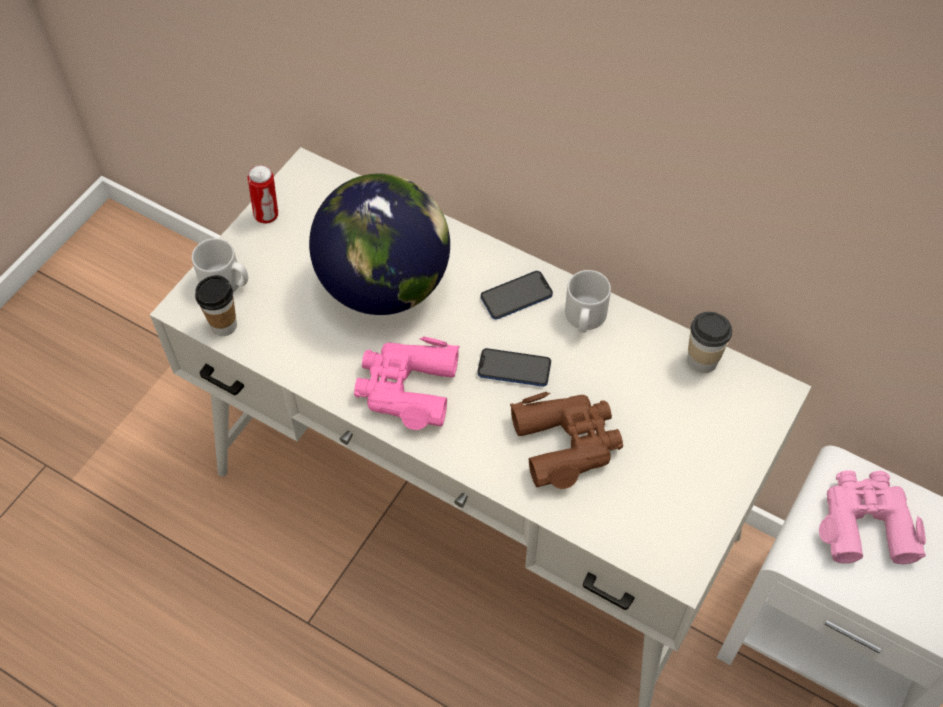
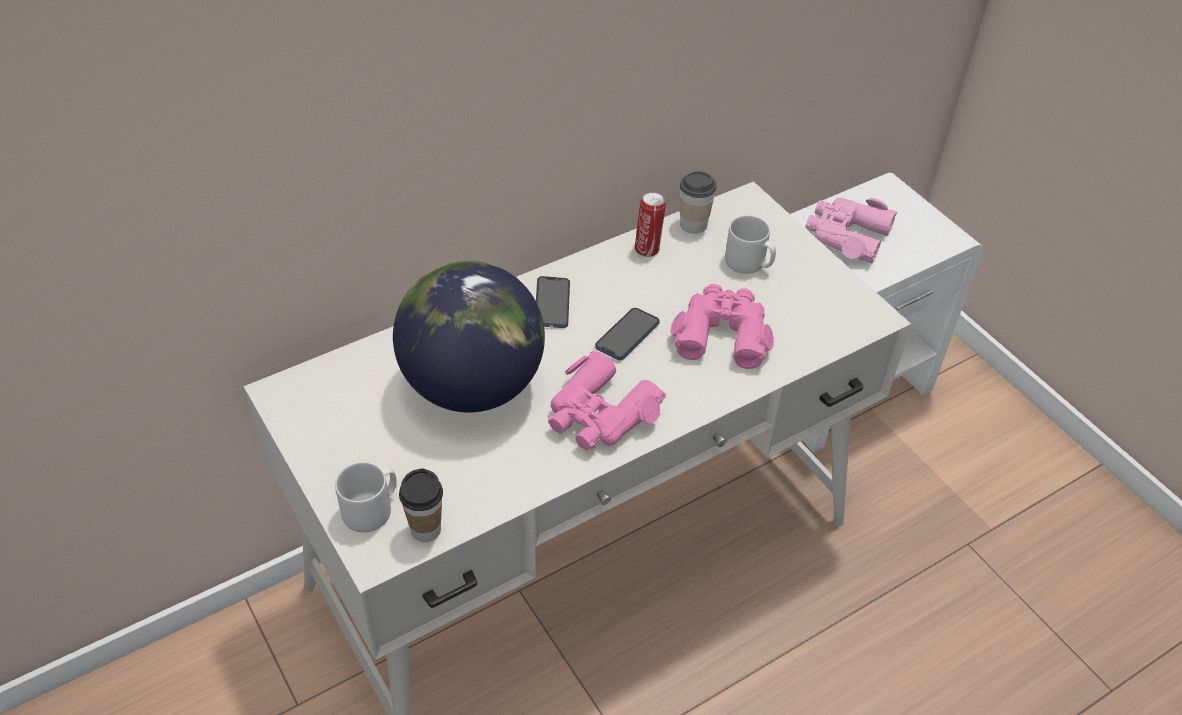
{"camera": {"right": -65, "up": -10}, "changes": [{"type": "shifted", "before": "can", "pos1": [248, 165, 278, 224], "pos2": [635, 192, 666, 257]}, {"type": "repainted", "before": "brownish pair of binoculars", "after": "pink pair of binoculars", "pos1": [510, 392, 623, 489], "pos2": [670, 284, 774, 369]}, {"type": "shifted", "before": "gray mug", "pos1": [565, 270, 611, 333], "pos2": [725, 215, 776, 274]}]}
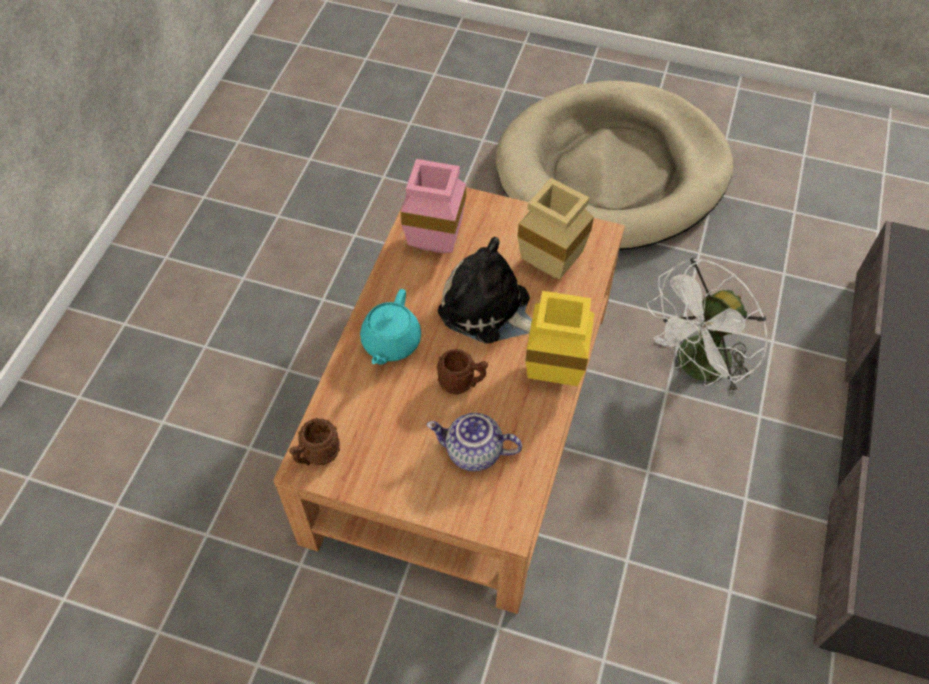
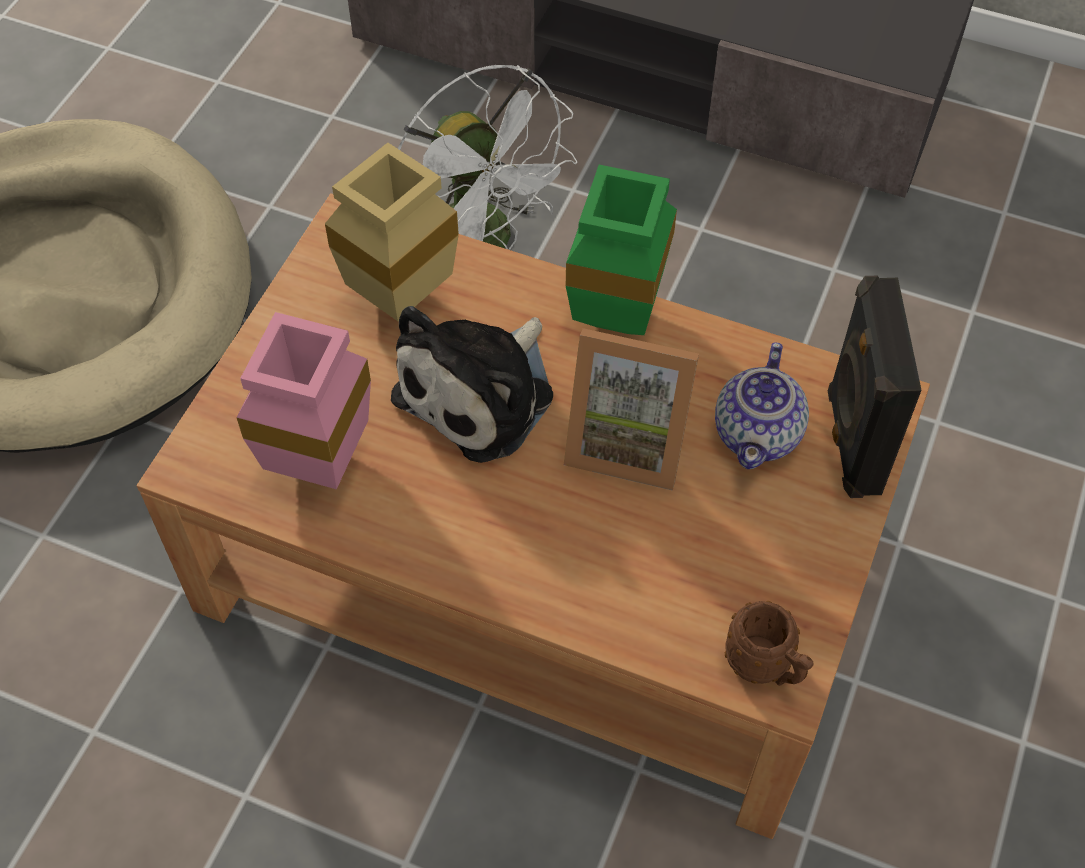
{"camera": {"right": -85, "up": 0}, "changes": [{"type": "swapped", "before": "brownish mug", "after": "photo frame", "pos1": [437, 349, 488, 394], "pos2": [564, 328, 699, 491]}, {"type": "repainted", "before": "yellowish vase", "after": "green vase", "pos1": [525, 291, 594, 386], "pos2": [566, 165, 677, 335]}, {"type": "new", "after": "black audio speaker", "pos2": [828, 276, 921, 498]}, {"type": "gone", "before": "blue-green teapot", "pos1": [360, 289, 421, 365]}]}
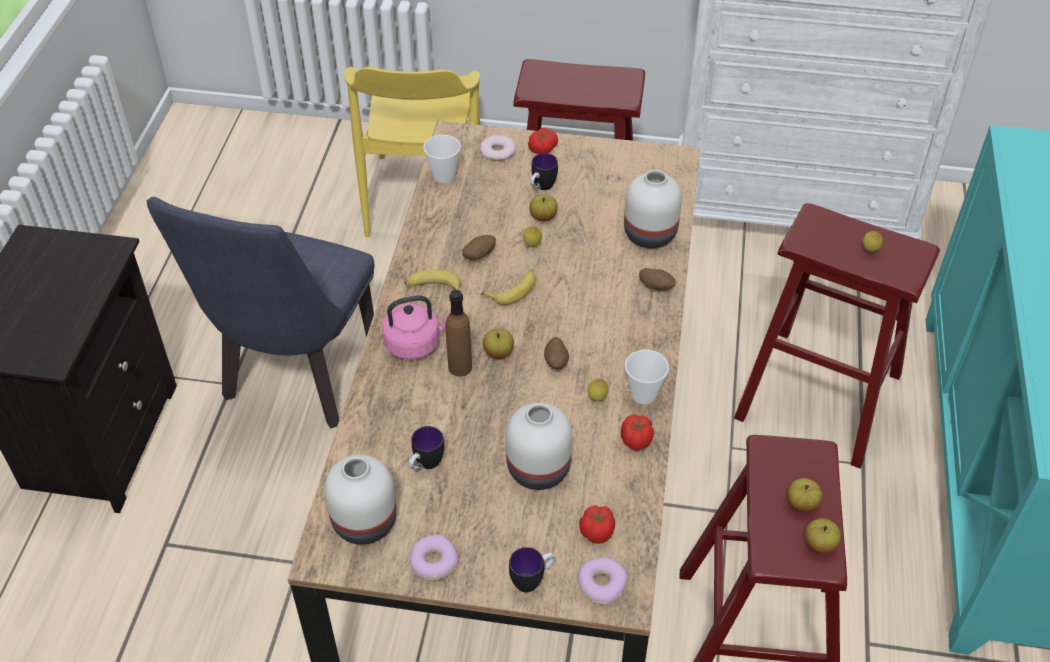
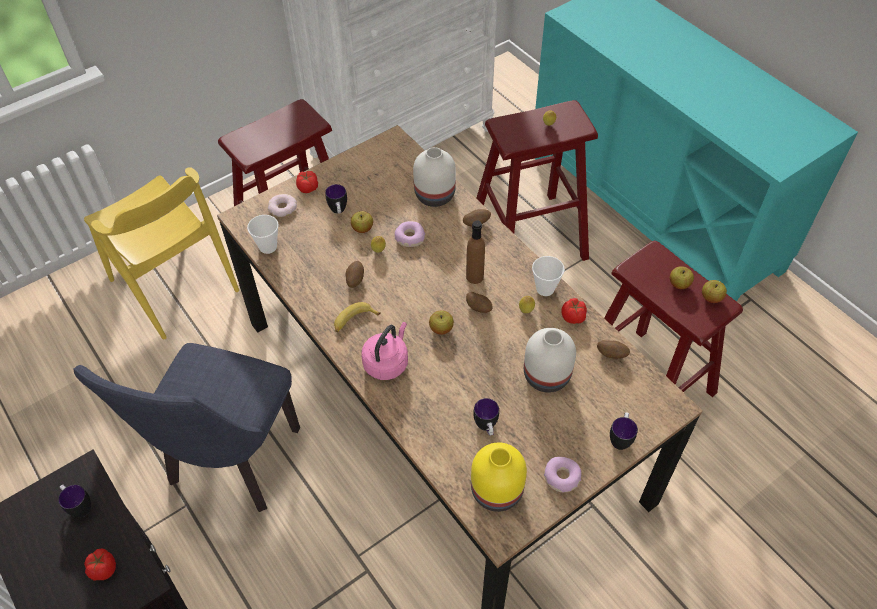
{"camera": {"right": -45, "up": 5}, "changes": [{"type": "new", "after": "mug", "pos2": [58, 484, 91, 517]}, {"type": "rotated", "before": "bluish chair", "pos1": [147, 197, 374, 428], "pos2": [73, 343, 300, 512], "turn": 45}, {"type": "shifted", "before": "whole tomato", "pos1": [579, 505, 615, 544], "pos2": [84, 549, 116, 580]}, {"type": "shifted", "before": "doughnut", "pos1": [577, 558, 627, 604], "pos2": [395, 221, 425, 247]}, {"type": "shifted", "before": "brownish beverage bottle", "pos1": [446, 290, 472, 377], "pos2": [466, 220, 485, 284]}, {"type": "repainted", "before": "white vase", "after": "yellowish vase", "pos1": [324, 455, 397, 545], "pos2": [471, 443, 527, 512]}, {"type": "new", "after": "potato", "pos2": [597, 340, 630, 359]}, {"type": "gone", "before": "whole banana", "pos1": [481, 269, 536, 305]}]}
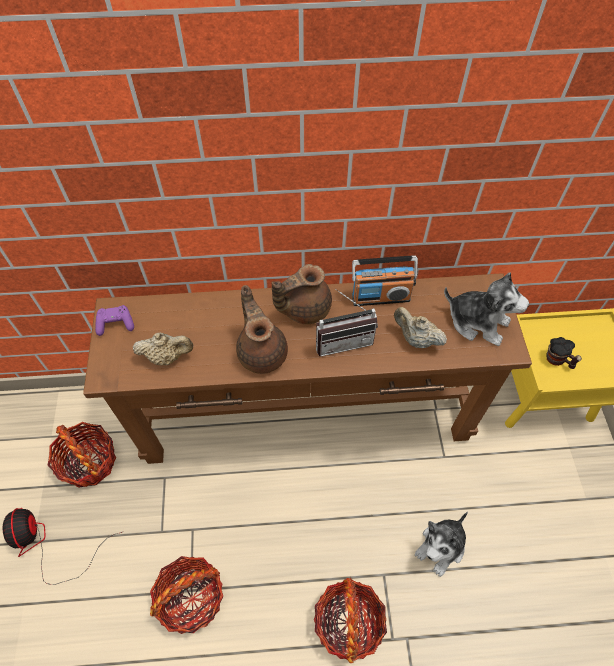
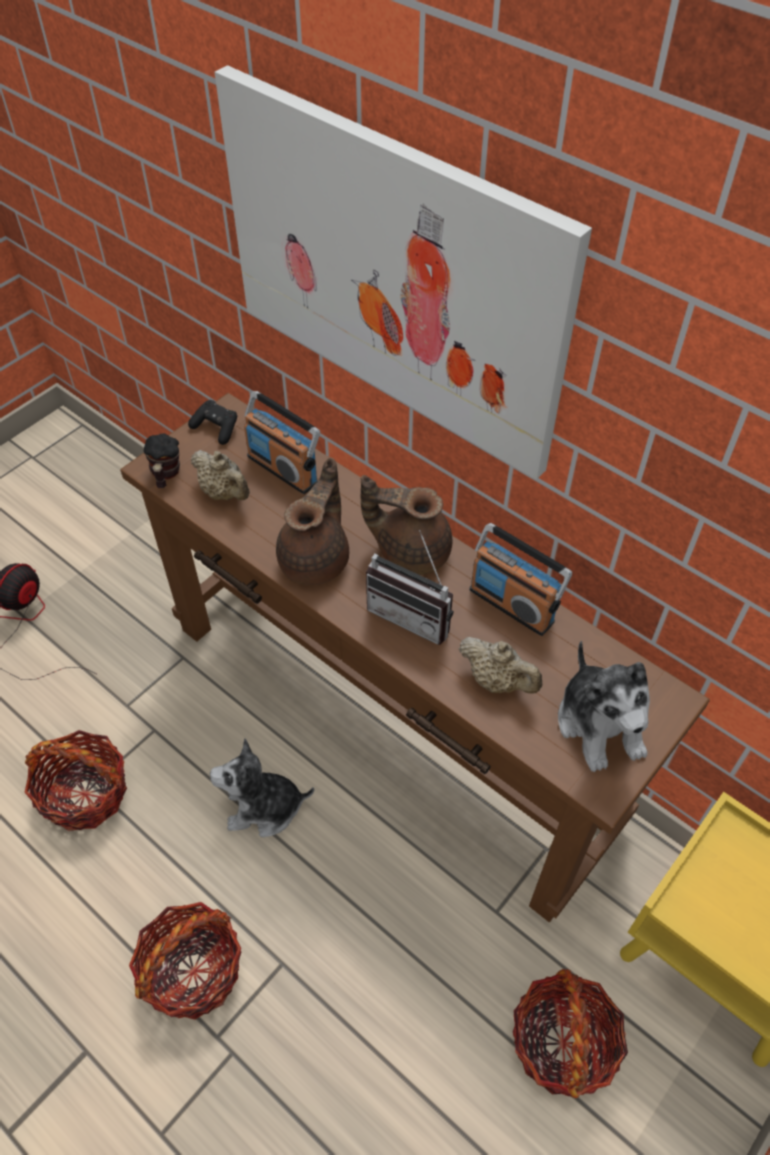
{"camera": {"right": 45, "up": -5}, "changes": [{"type": "shifted", "before": "mug", "pos1": [546, 337, 582, 369], "pos2": [144, 433, 180, 488]}, {"type": "repainted", "before": "purplish game controller", "after": "black game controller", "pos1": [95, 305, 134, 336], "pos2": [188, 400, 237, 445]}, {"type": "shifted", "before": "cuddly toy", "pos1": [415, 512, 468, 577], "pos2": [210, 739, 314, 837]}, {"type": "new", "after": "wall picture", "pos2": [214, 65, 592, 480]}, {"type": "new", "after": "radio", "pos2": [244, 391, 320, 494]}, {"type": "rotated", "before": "beige teapot", "pos1": [394, 307, 447, 348], "pos2": [459, 637, 542, 694], "turn": 135}, {"type": "shifted", "before": "storage basket", "pos1": [48, 422, 116, 488], "pos2": [513, 969, 628, 1098]}]}
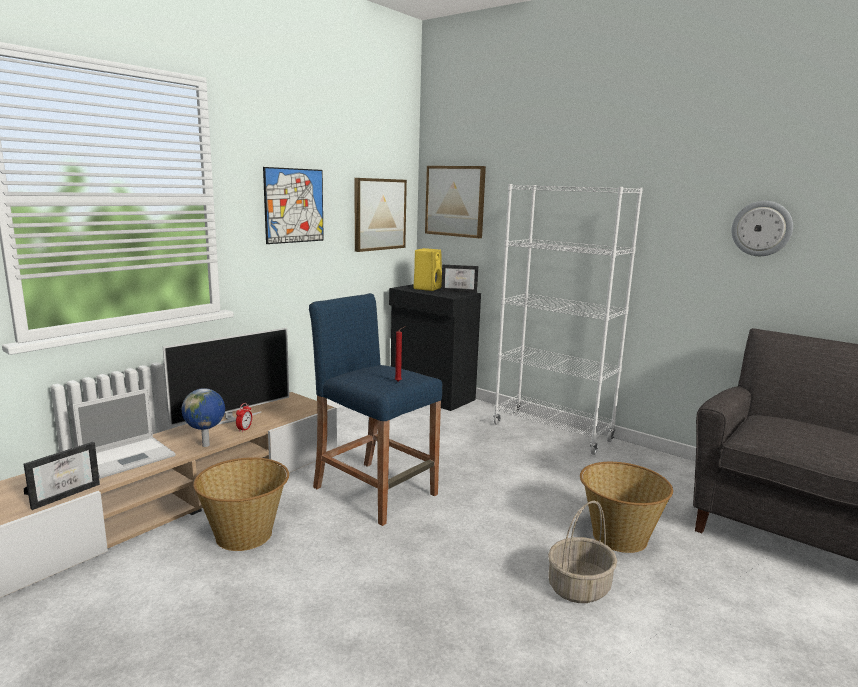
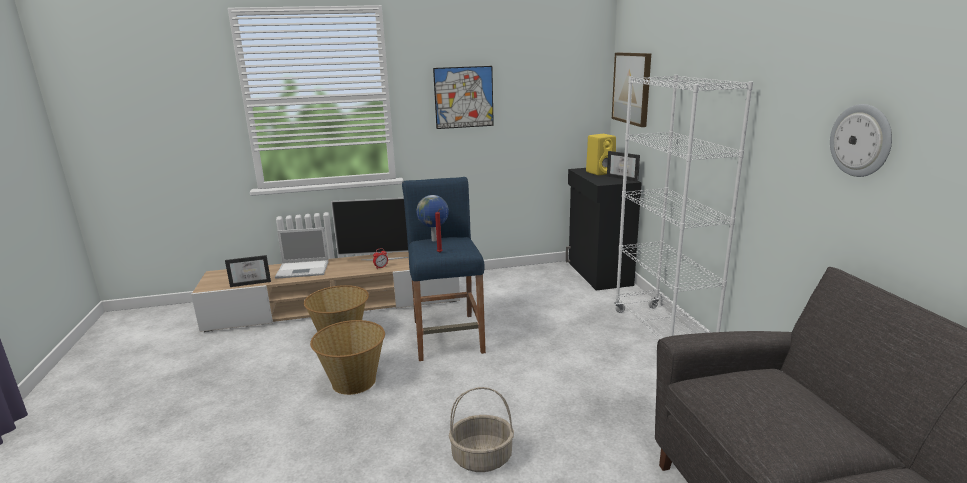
{"camera": {"right": 40, "up": 5}, "changes": [{"type": "shifted", "before": "storage basket", "pos1": [580, 462, 673, 553], "pos2": [310, 320, 385, 395]}, {"type": "shifted", "before": "desk globe", "pos1": [182, 388, 225, 447], "pos2": [416, 195, 449, 241]}, {"type": "gone", "before": "wall picture", "pos1": [355, 178, 407, 252]}]}
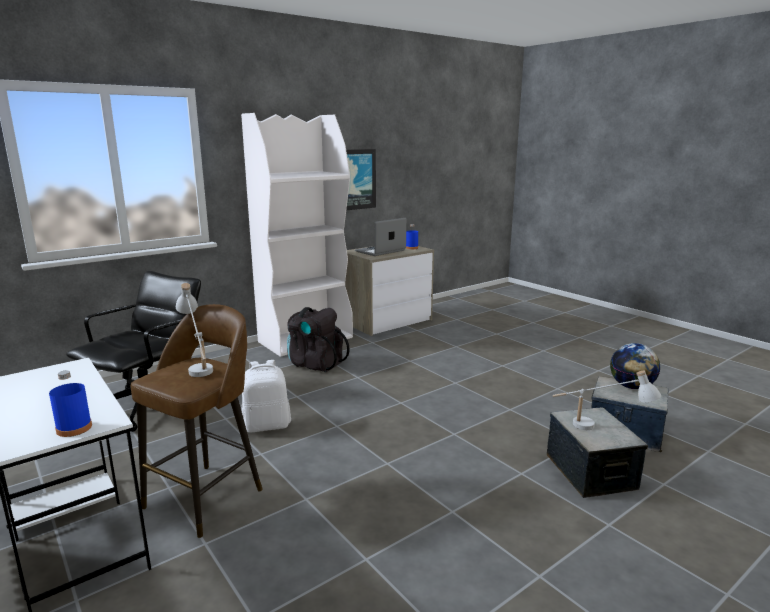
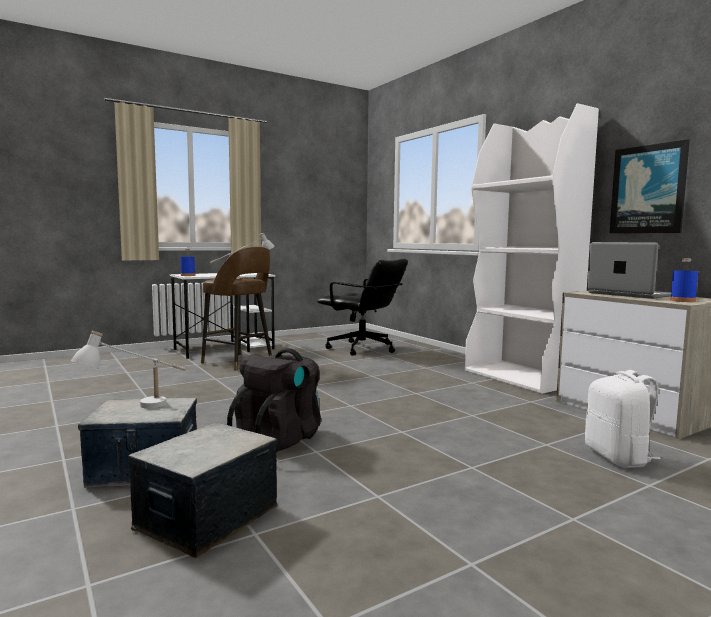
{"camera": {"right": 95, "up": -10}, "changes": [{"type": "shifted", "before": "black backpack", "pos1": [287, 307, 350, 372], "pos2": [227, 348, 321, 452]}, {"type": "shifted", "before": "white backpack", "pos1": [242, 360, 291, 433], "pos2": [585, 370, 661, 468]}, {"type": "gone", "before": "desk globe", "pos1": [610, 343, 660, 389]}]}
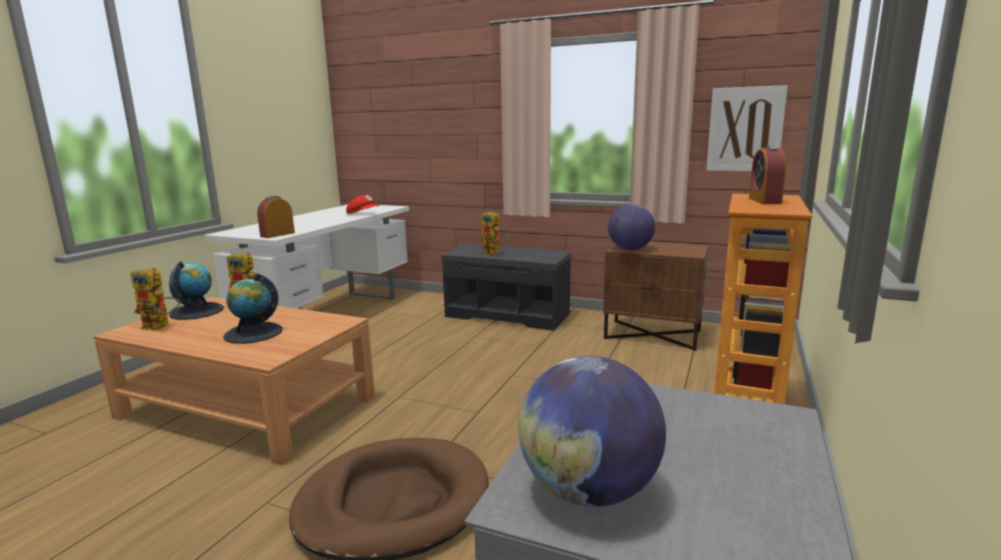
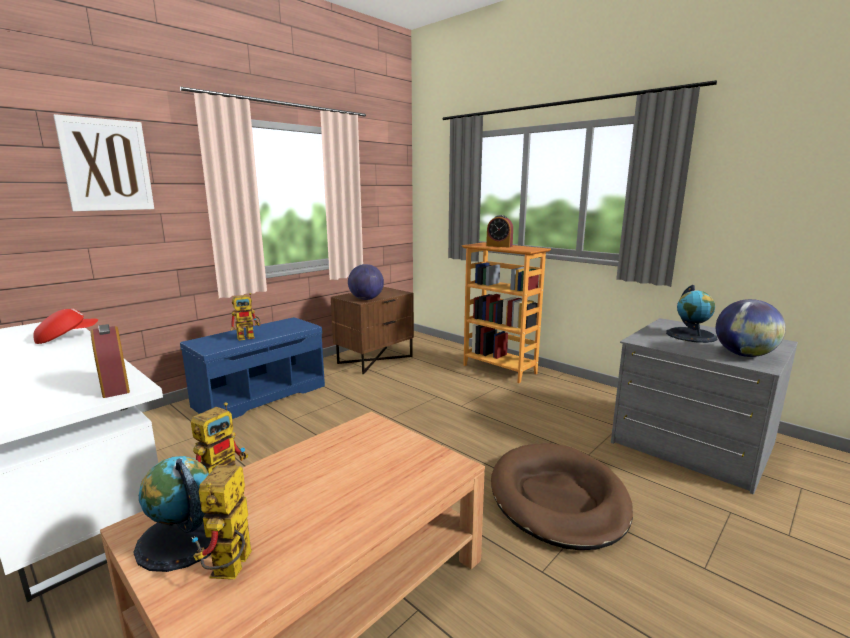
{"camera": {"right": -70, "up": 0}, "changes": [{"type": "shifted", "before": "wall picture", "pos1": [706, 85, 788, 171], "pos2": [53, 114, 154, 211]}, {"type": "repainted", "before": "gray bench", "after": "bluish bench", "pos1": [441, 244, 572, 331], "pos2": [180, 317, 325, 419]}, {"type": "rotated", "before": "model robot", "pos1": [130, 267, 180, 331], "pos2": [191, 465, 252, 579], "turn": 150}, {"type": "shifted", "before": "desk globe", "pos1": [223, 273, 283, 344], "pos2": [666, 285, 717, 343]}]}
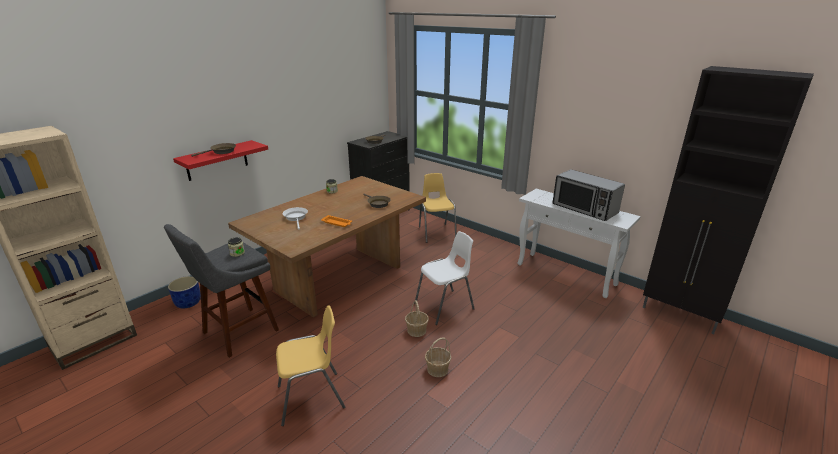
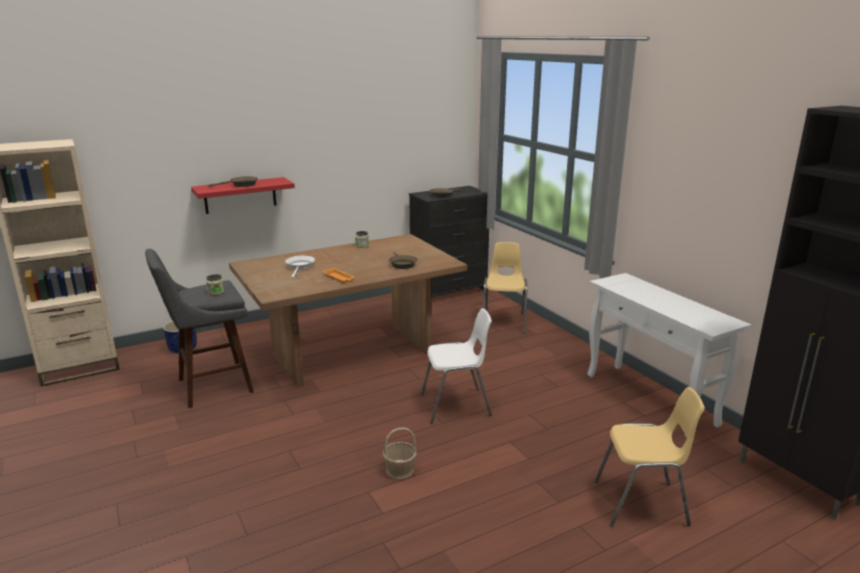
{"camera": {"right": 20, "up": -5}, "changes": [{"type": "shifted", "before": "yellowish chair", "pos1": [276, 305, 345, 426], "pos2": [594, 387, 705, 527]}, {"type": "gone", "before": "storage basket", "pos1": [405, 300, 429, 337]}, {"type": "gone", "before": "kitchen microwave", "pos1": [552, 169, 625, 221]}]}
